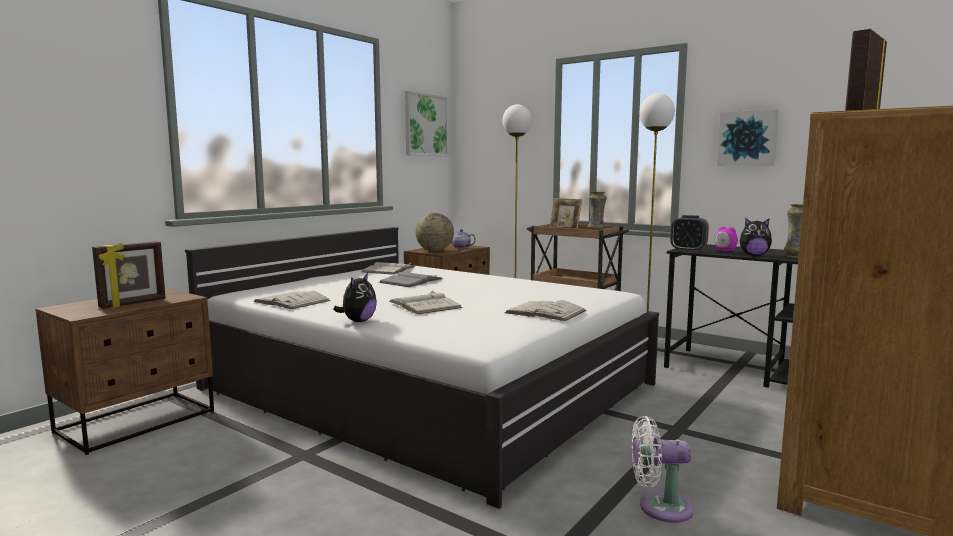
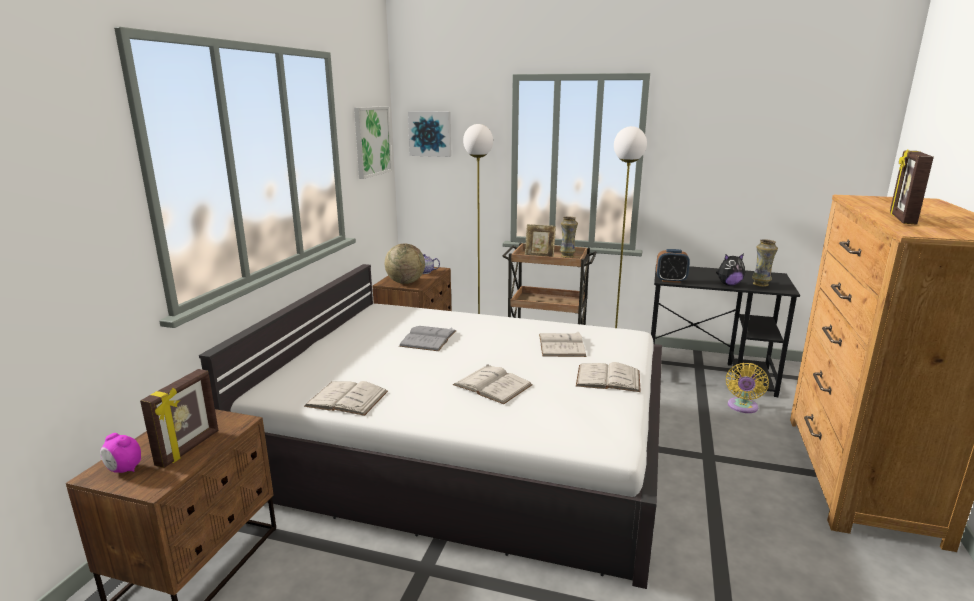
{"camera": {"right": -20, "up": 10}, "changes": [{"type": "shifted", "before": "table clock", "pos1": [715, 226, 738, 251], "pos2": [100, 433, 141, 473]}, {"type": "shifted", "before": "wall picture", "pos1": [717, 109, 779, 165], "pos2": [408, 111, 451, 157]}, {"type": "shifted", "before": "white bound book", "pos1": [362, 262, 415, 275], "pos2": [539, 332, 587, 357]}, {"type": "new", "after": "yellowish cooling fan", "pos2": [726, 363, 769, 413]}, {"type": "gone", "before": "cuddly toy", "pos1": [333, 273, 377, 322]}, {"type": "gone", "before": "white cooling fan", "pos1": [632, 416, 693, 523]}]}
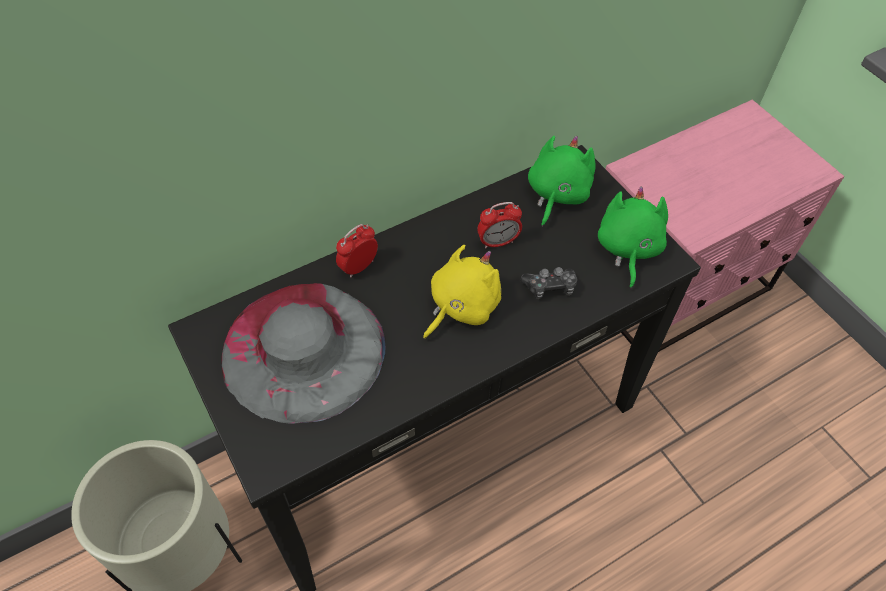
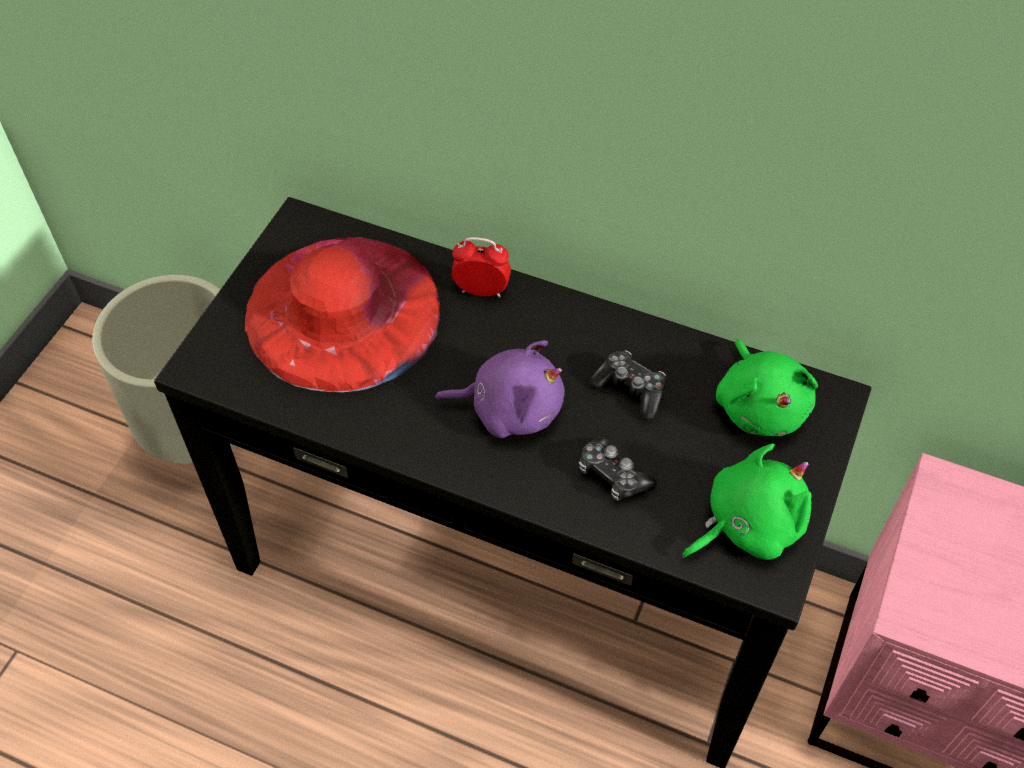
{"camera": {"right": 55, "up": 0}, "changes": [{"type": "repainted", "before": "gray hat", "after": "reddish hat", "pos1": [221, 283, 385, 423], "pos2": [245, 237, 440, 393]}, {"type": "repainted", "before": "yellowish cuddly toy", "after": "purplish cuddly toy", "pos1": [423, 245, 501, 340], "pos2": [435, 340, 565, 438]}, {"type": "swapped", "before": "table clock", "after": "game controller", "pos1": [477, 202, 522, 249], "pos2": [589, 350, 666, 420]}, {"type": "rotated", "before": "green cuddly toy", "pos1": [528, 136, 595, 227], "pos2": [716, 339, 818, 436], "turn": 90}]}
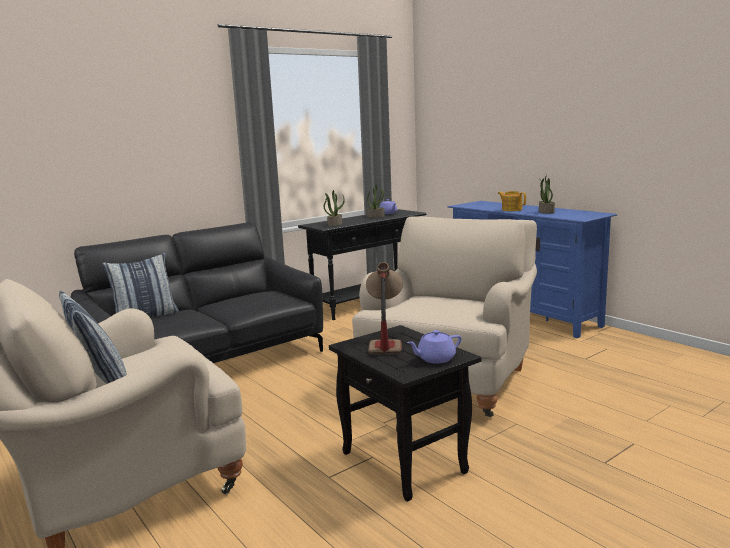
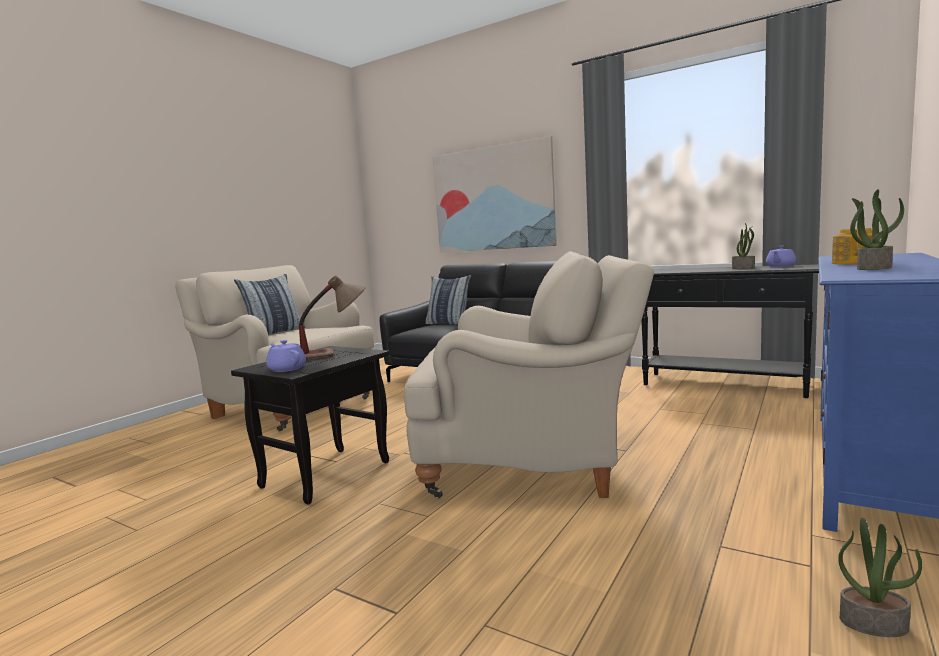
{"camera": {"right": 70, "up": -5}, "changes": [{"type": "new", "after": "wall picture", "pos2": [433, 136, 557, 253]}, {"type": "shifted", "before": "houseplant", "pos1": [324, 190, 345, 226], "pos2": [838, 518, 922, 637]}]}
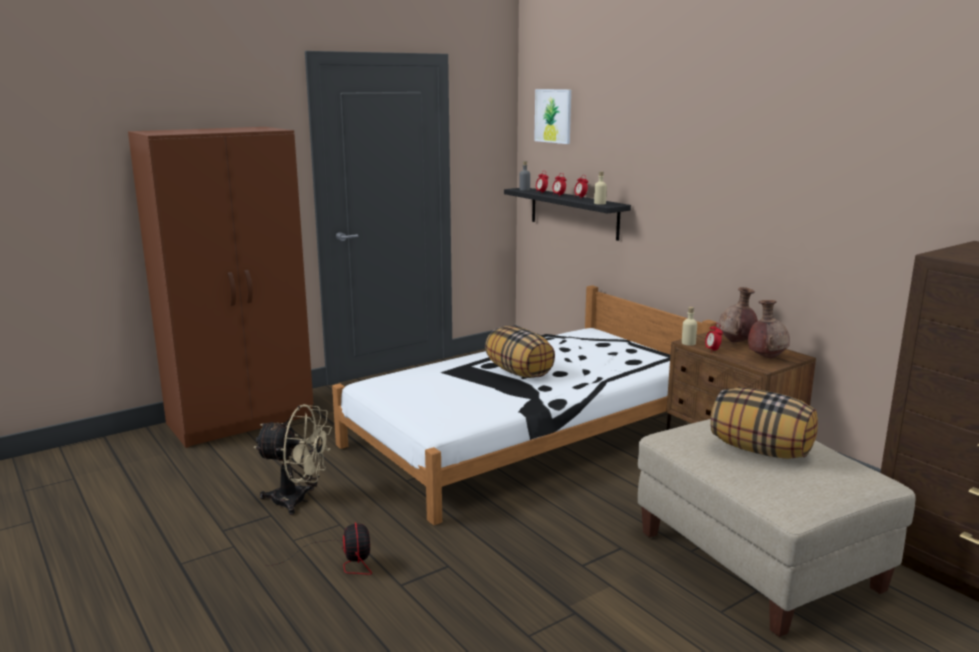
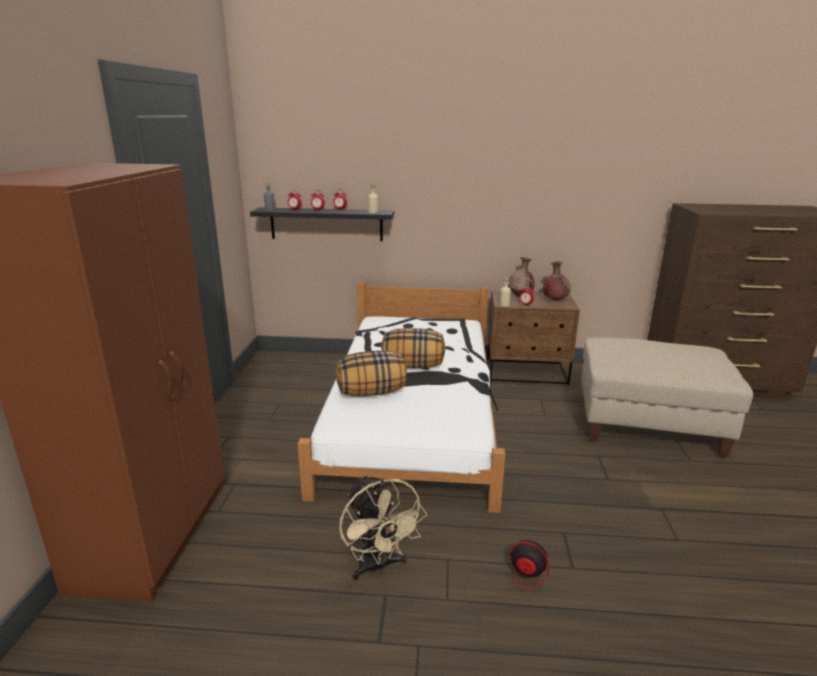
{"camera": {"right": -50, "up": 5}, "changes": [{"type": "shifted", "before": "cushion", "pos1": [711, 387, 818, 459], "pos2": [336, 350, 407, 396]}, {"type": "rotated", "before": "beige cooling fan", "pos1": [254, 404, 332, 515], "pos2": [339, 475, 427, 580], "turn": 105}, {"type": "gone", "before": "wall picture", "pos1": [534, 89, 571, 144]}]}
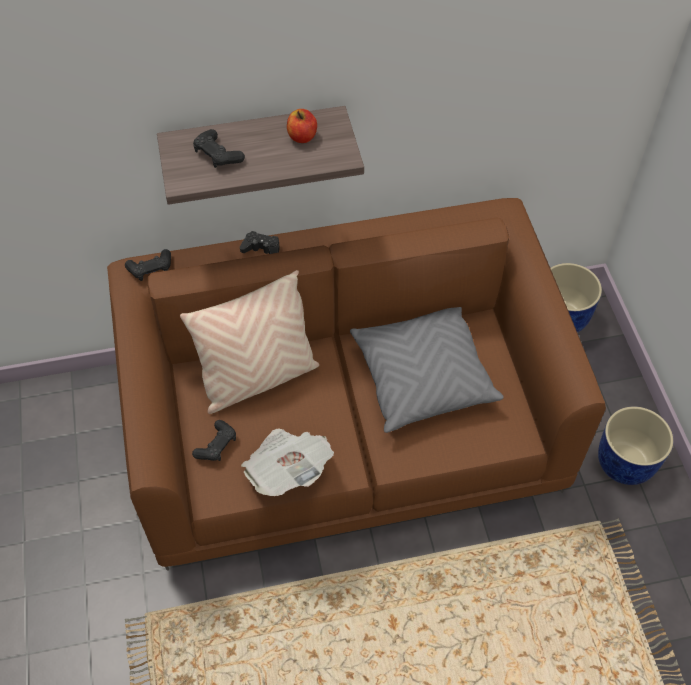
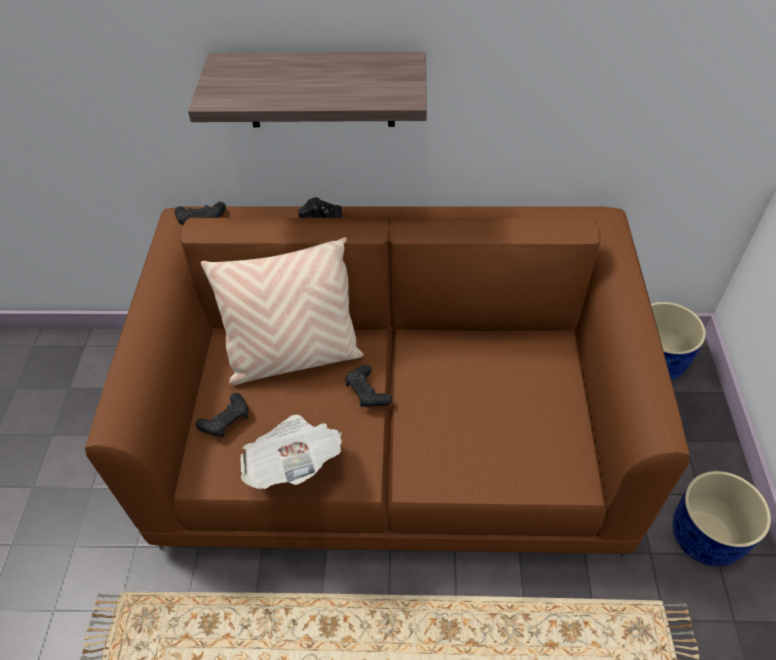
{"camera": {"right": 15, "up": -5}, "changes": [{"type": "shifted", "before": "black game controller", "pos1": [193, 129, 245, 168], "pos2": [345, 365, 392, 408]}, {"type": "gone", "before": "apple fruit", "pos1": [287, 109, 317, 143]}, {"type": "gone", "before": "gray cushion", "pos1": [350, 307, 504, 433]}]}
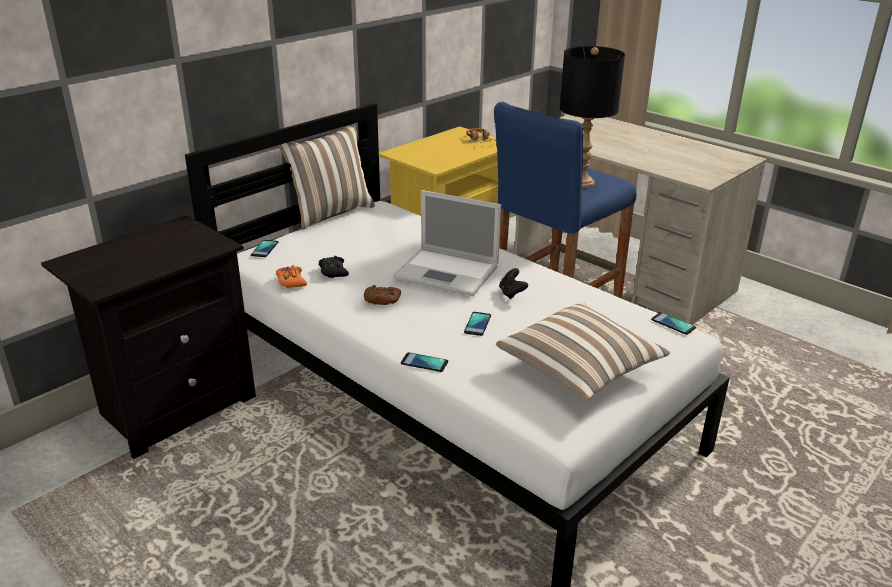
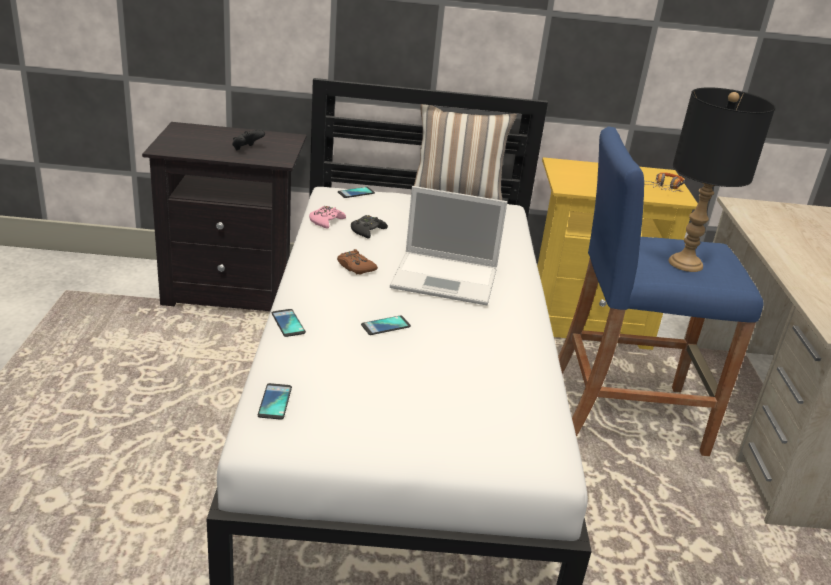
{"camera": {"right": 45, "up": 0}, "changes": [{"type": "shifted", "before": "black game controller", "pos1": [499, 268, 528, 299], "pos2": [232, 130, 265, 150]}, {"type": "shifted", "before": "handset", "pos1": [651, 312, 696, 335], "pos2": [258, 383, 292, 420]}, {"type": "repainted", "before": "orange game controller", "after": "pink game controller", "pos1": [276, 265, 307, 288], "pos2": [309, 206, 346, 229]}, {"type": "rotated", "before": "portable computer", "pos1": [393, 190, 501, 296], "pos2": [390, 186, 507, 305], "turn": -60}, {"type": "gone", "before": "cushion", "pos1": [496, 303, 670, 401]}]}
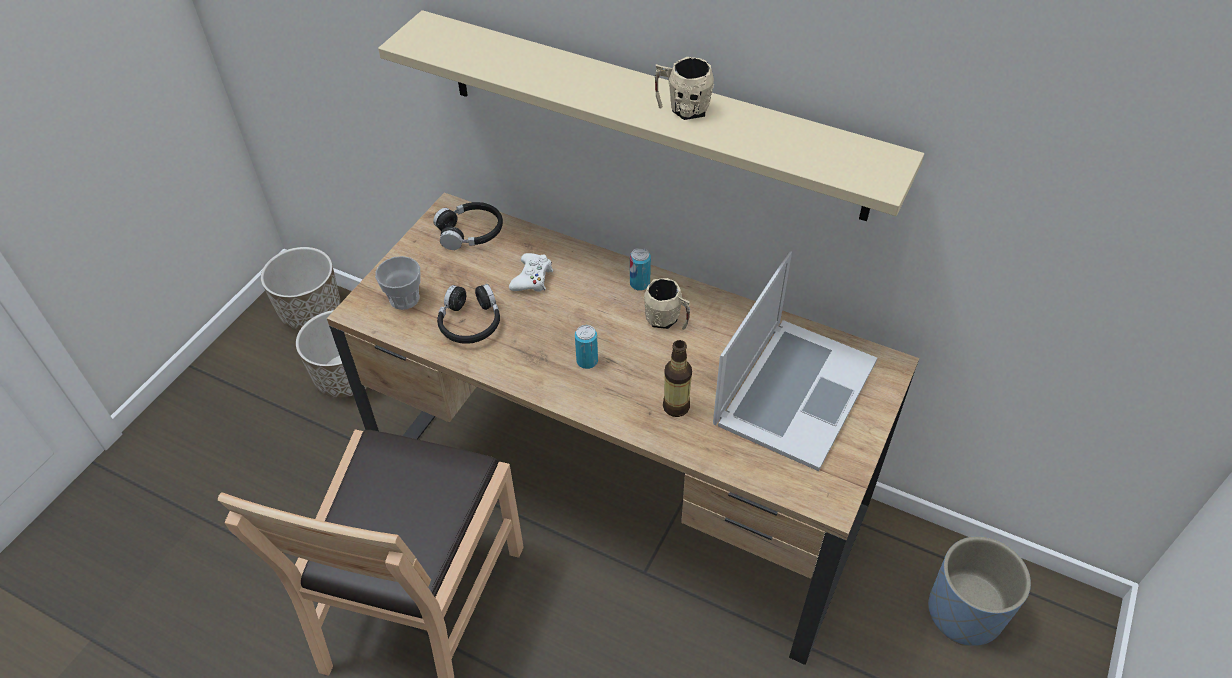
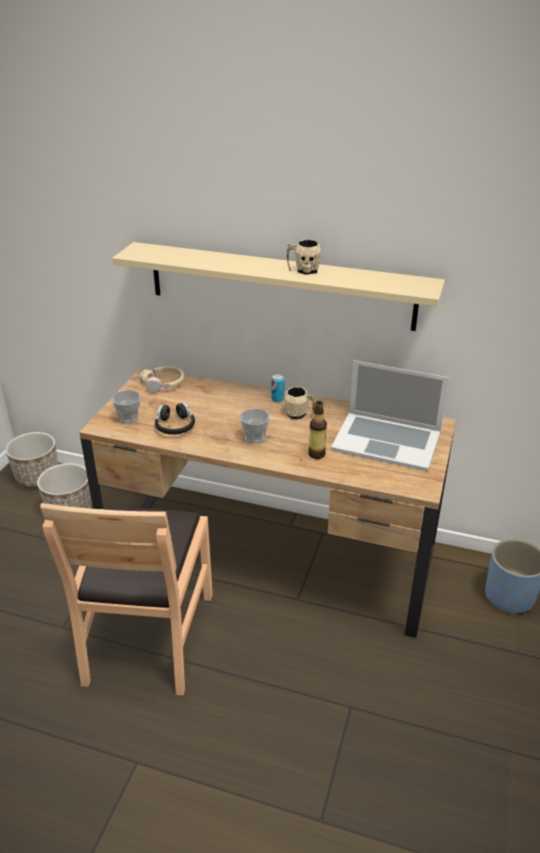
{"camera": {"right": -10, "up": -15}, "changes": [{"type": "repainted", "before": "black pair of headphones", "after": "beige pair of headphones", "pos1": [433, 202, 503, 250], "pos2": [140, 366, 184, 393]}, {"type": "swapped", "before": "can", "after": "cup", "pos1": [575, 325, 598, 369], "pos2": [240, 408, 270, 444]}, {"type": "rotated", "before": "portable computer", "pos1": [713, 251, 877, 471], "pos2": [331, 360, 449, 472], "turn": 90}, {"type": "gone", "before": "white game controller", "pos1": [509, 253, 553, 292]}]}
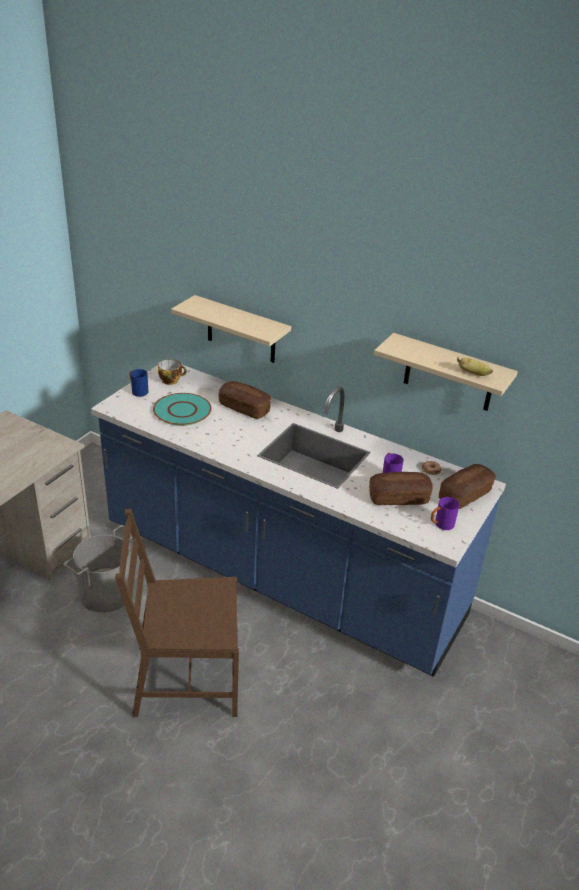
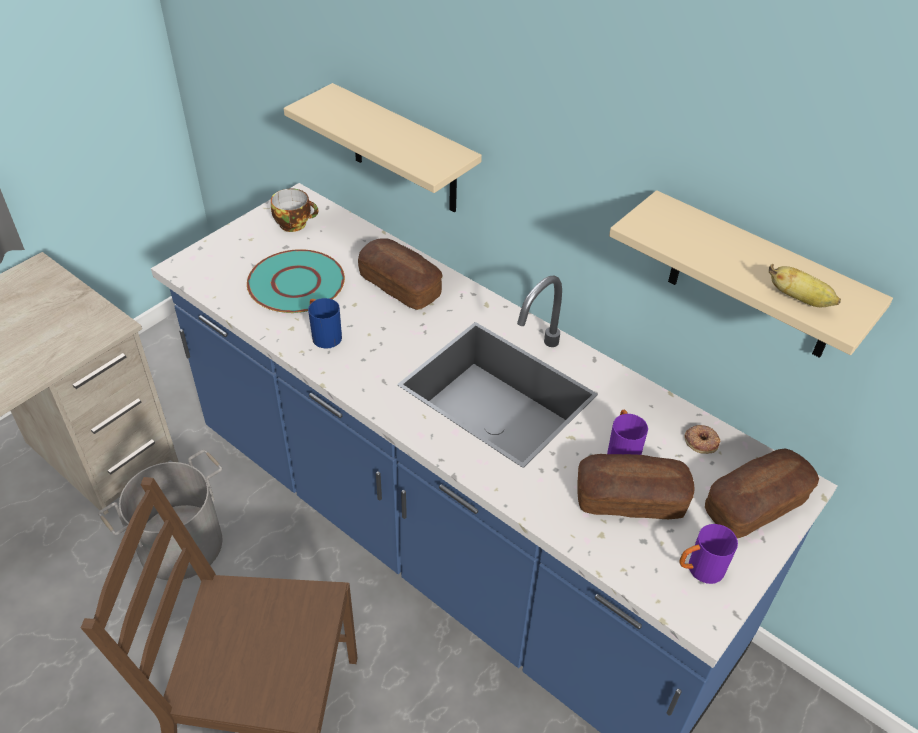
{"camera": {"right": 10, "up": 10}, "changes": [{"type": "shifted", "before": "bluish mug", "pos1": [129, 369, 148, 397], "pos2": [308, 298, 342, 349]}]}
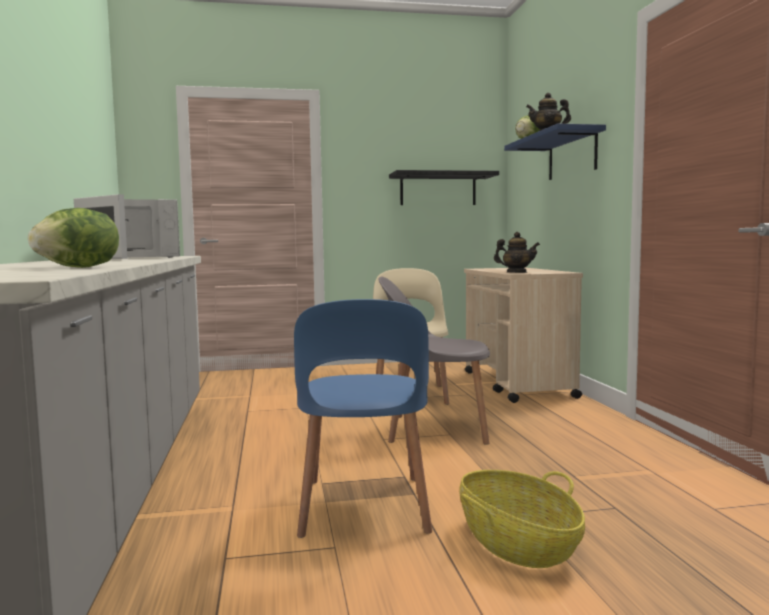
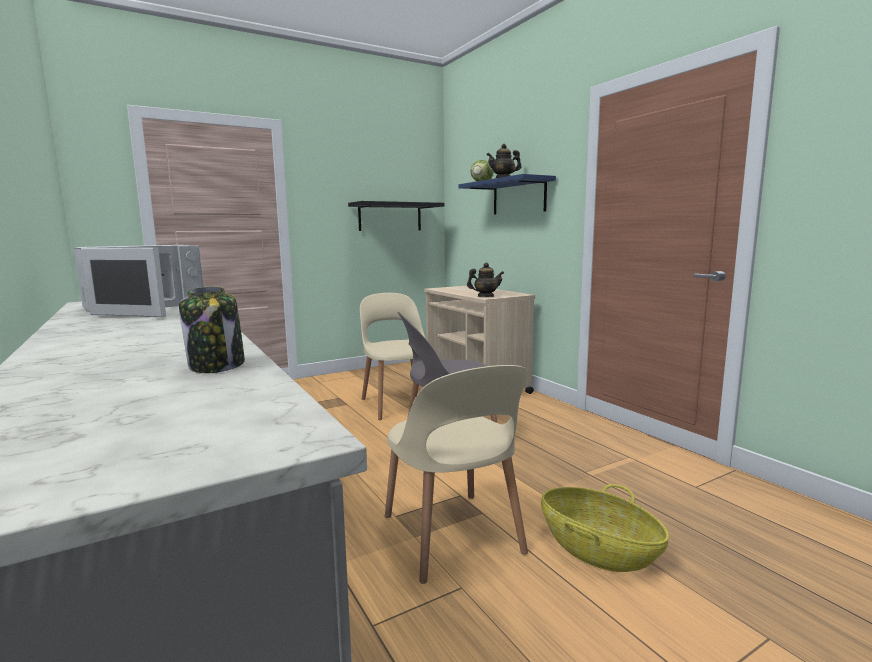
{"camera": {"right": -20, "up": 5}, "changes": [{"type": "swapped", "before": "head of lettuce", "after": "storage jar", "pos1": [28, 208, 119, 268], "pos2": [179, 287, 245, 373]}, {"type": "repainted", "before": "bluish chair", "after": "beige chair", "pos1": [294, 299, 432, 538], "pos2": [385, 365, 528, 584]}]}
